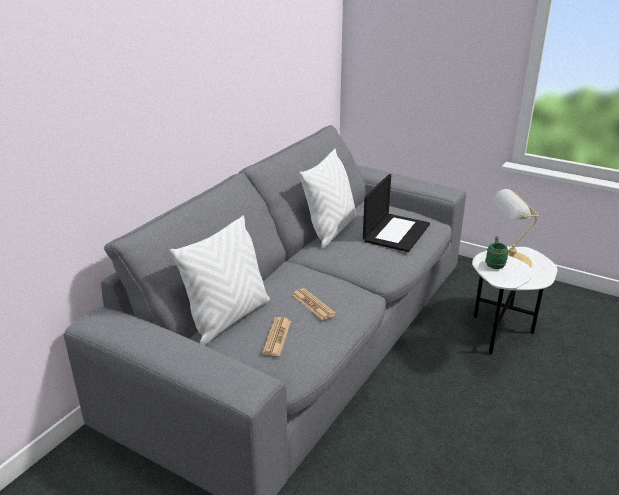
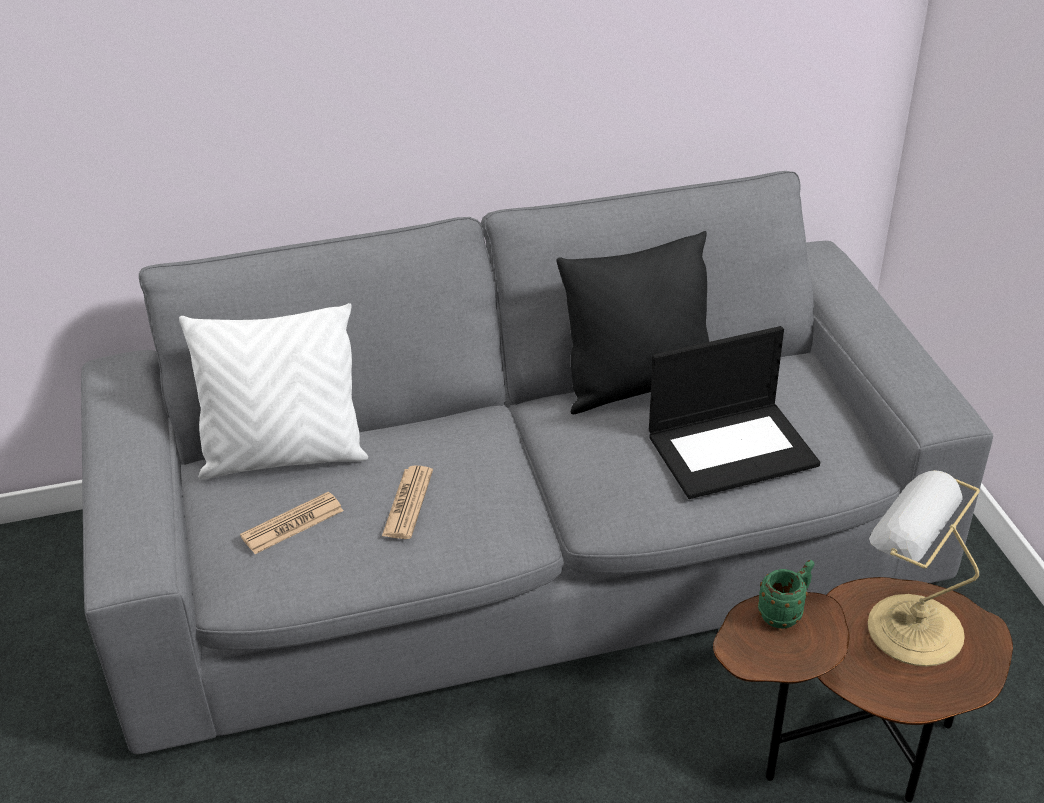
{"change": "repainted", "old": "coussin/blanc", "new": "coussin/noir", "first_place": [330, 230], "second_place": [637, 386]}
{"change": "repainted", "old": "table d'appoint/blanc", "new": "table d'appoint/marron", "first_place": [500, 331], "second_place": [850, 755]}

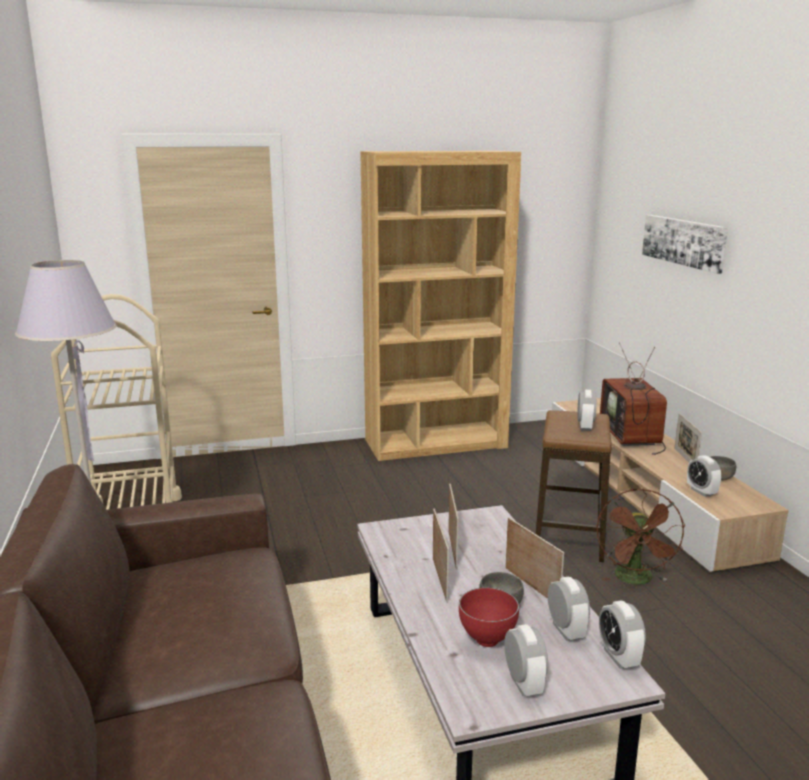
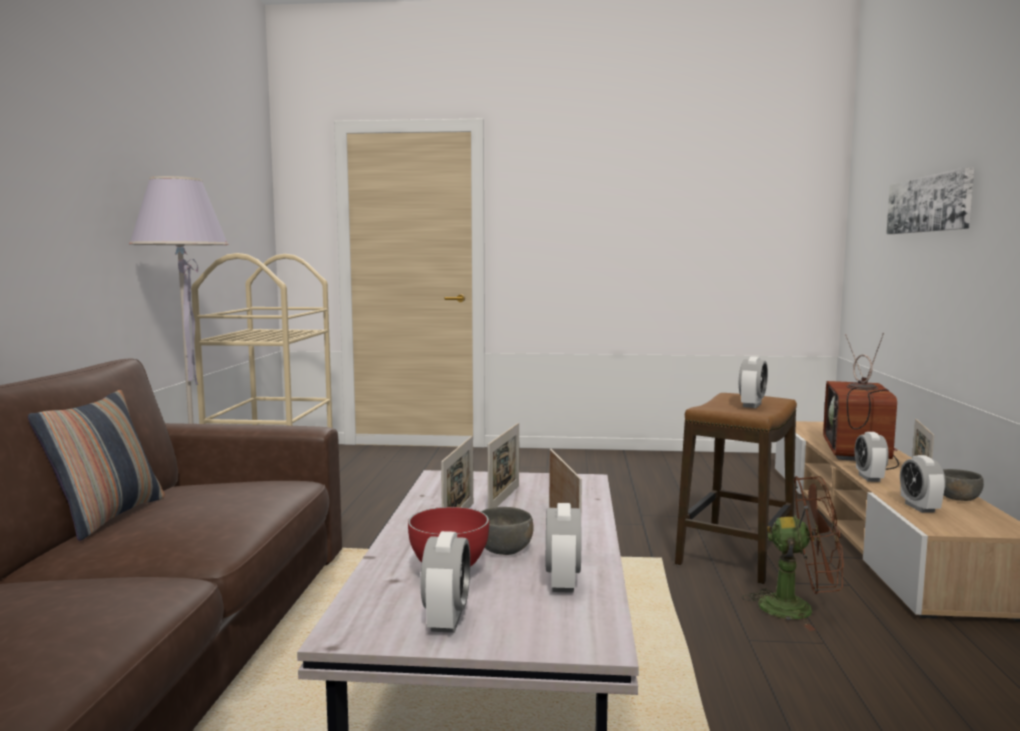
{"change": "gone", "old": "bibliothèque/marron", "first_place": [436, 443]}
{"change": "rotated", "old": "ventilateur/marron", "first_place": [636, 580], "second_place": [798, 608], "degrees": -105}
{"change": "shifted", "old": "réveil", "first_place": [618, 657], "second_place": [869, 478]}
{"change": "new", "new": "coussin", "second_place": [108, 517]}

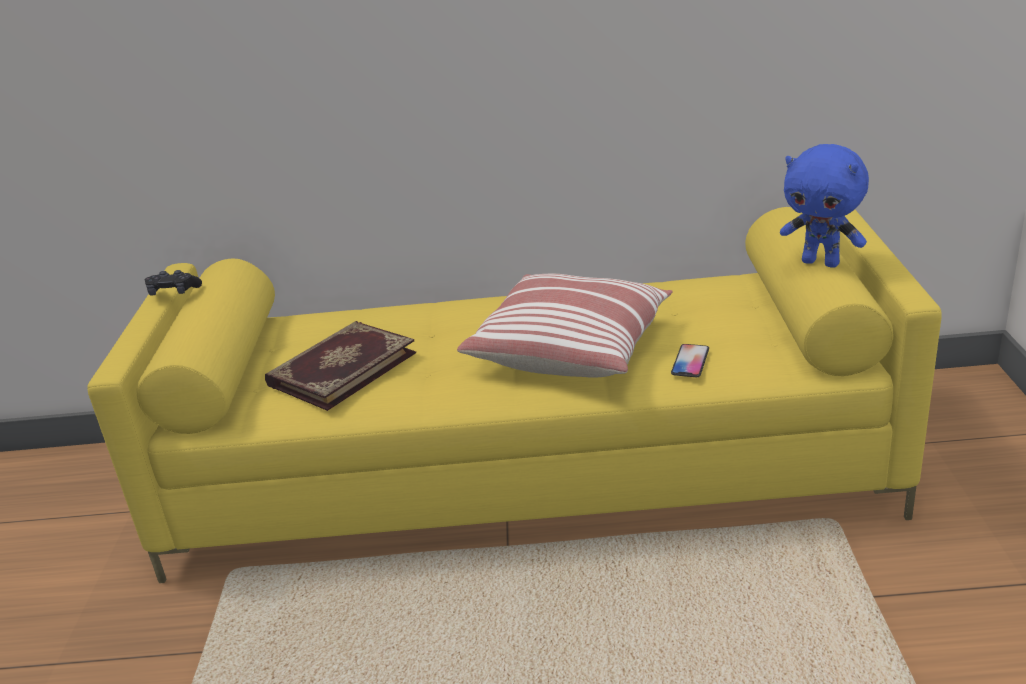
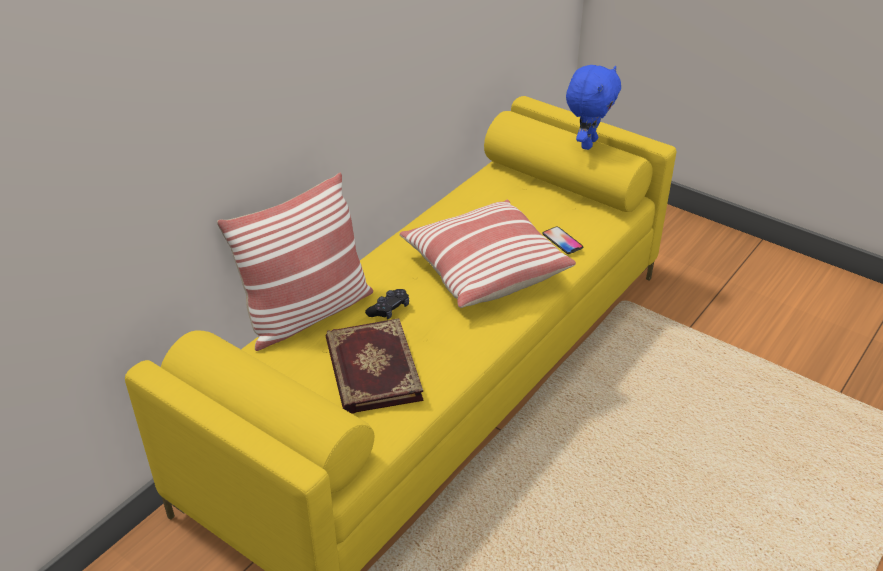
{"change": "shifted", "old": "manette/noir", "first_place": [173, 292], "second_place": [389, 309]}
{"change": "rotated", "old": "peluche/bleu", "first_place": [821, 262], "second_place": [587, 143], "degrees": -45}
{"change": "new", "new": "coussin", "second_place": [307, 313]}

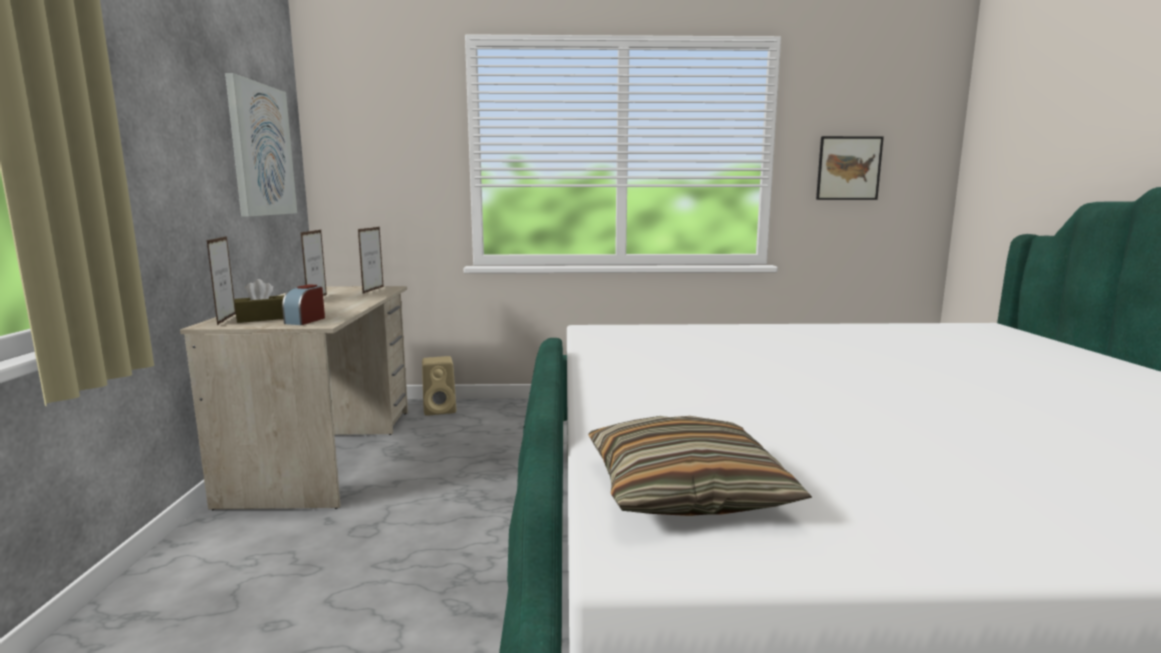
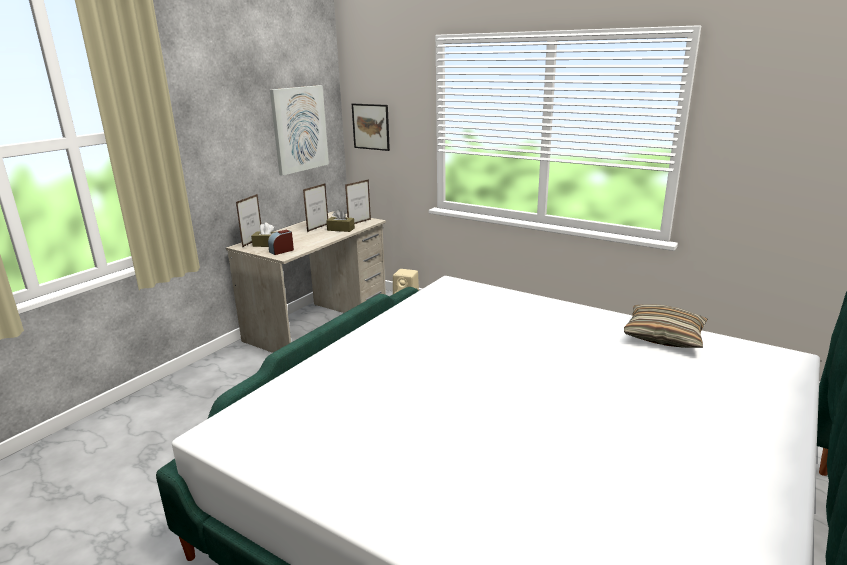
{"change": "shifted", "old": "coussin", "first_place": [685, 490], "second_place": [664, 336]}
{"change": "shifted", "old": "tableau", "first_place": [848, 168], "second_place": [371, 126]}
{"change": "new", "new": "boîte à mouchoirs/marron", "second_place": [341, 229]}

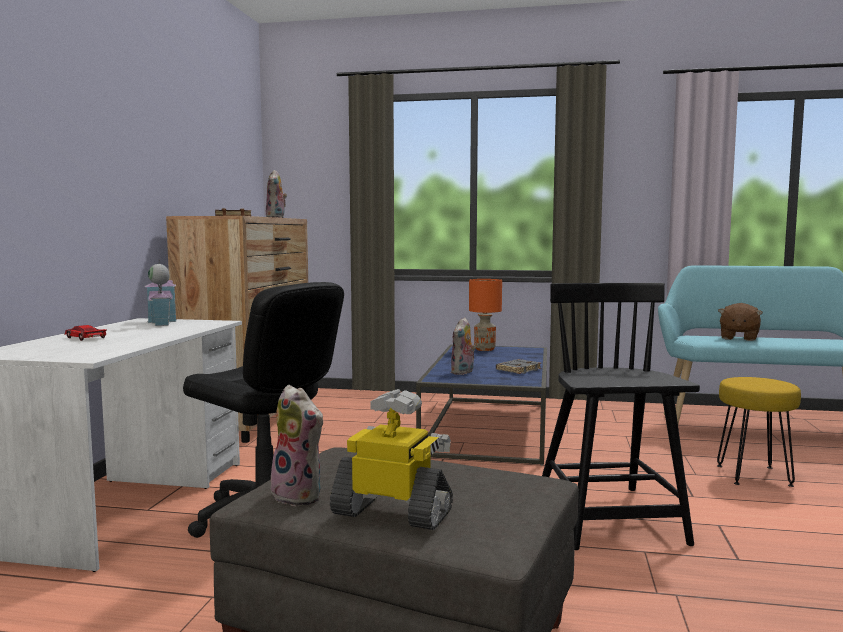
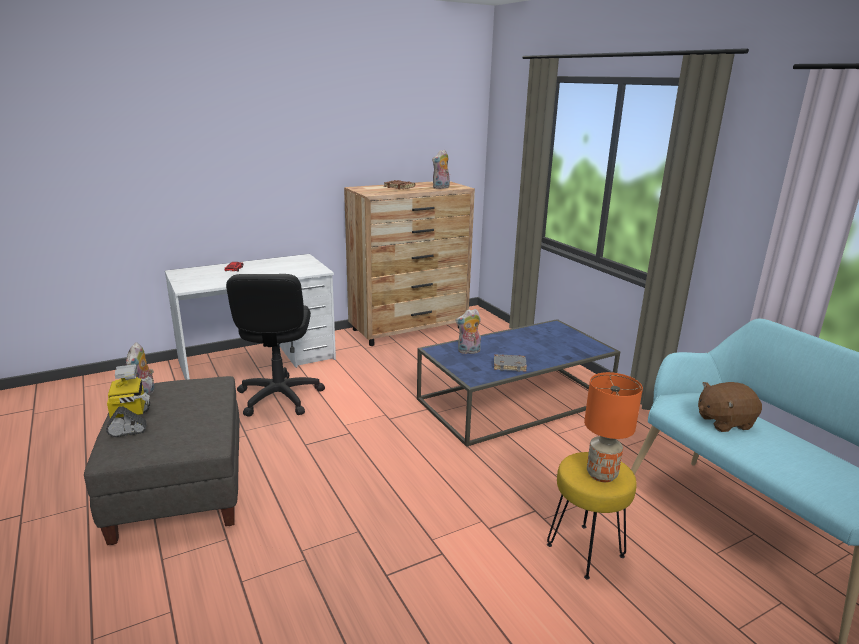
{"change": "gone", "old": "maison miniature", "first_place": [161, 322]}
{"change": "shifted", "old": "lampe de table/orange", "first_place": [484, 349], "second_place": [602, 474]}
{"change": "gone", "old": "chaise/noir", "first_place": [609, 518]}

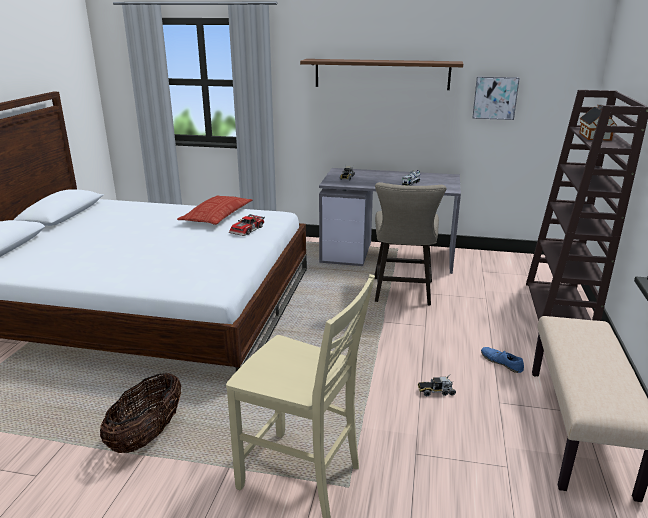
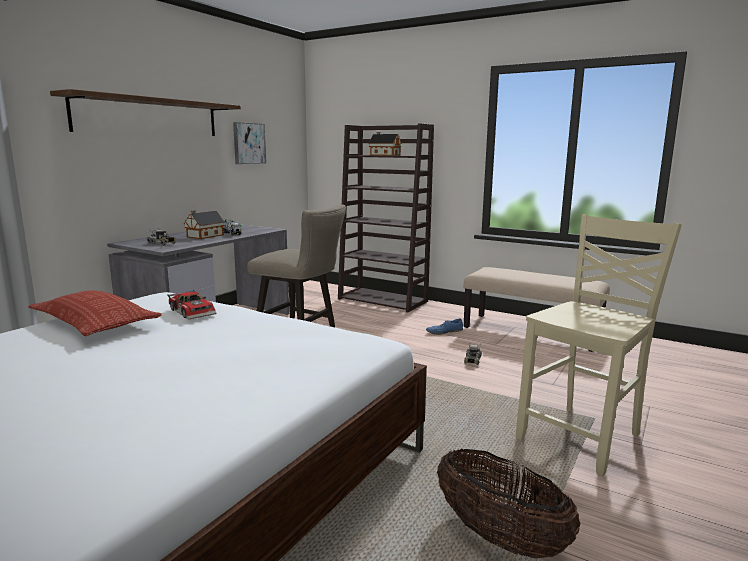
{"change": "new", "new": "maison miniature", "second_place": [204, 236]}

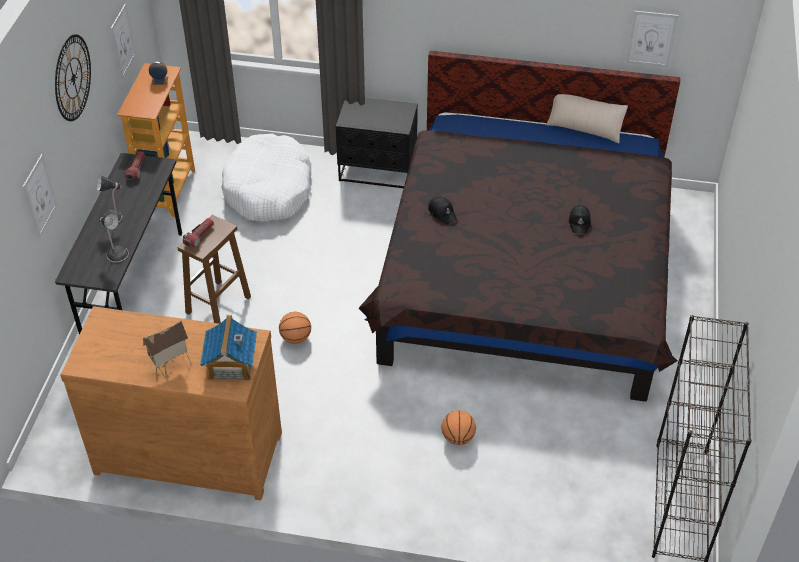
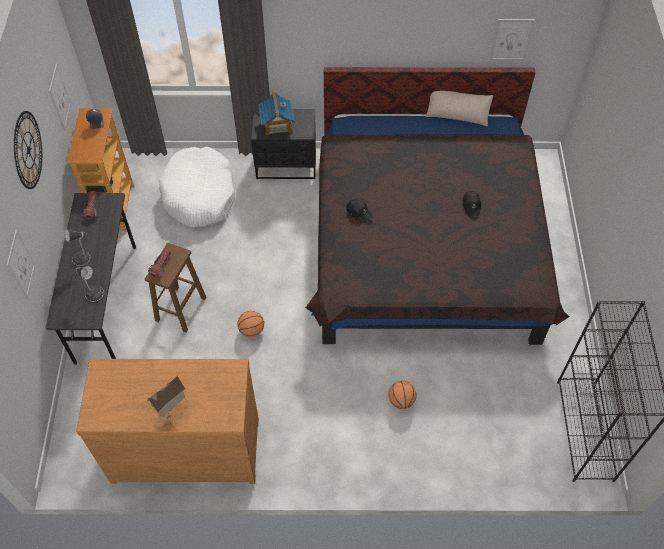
{"change": "shifted", "old": "maison miniature", "first_place": [231, 364], "second_place": [277, 124]}

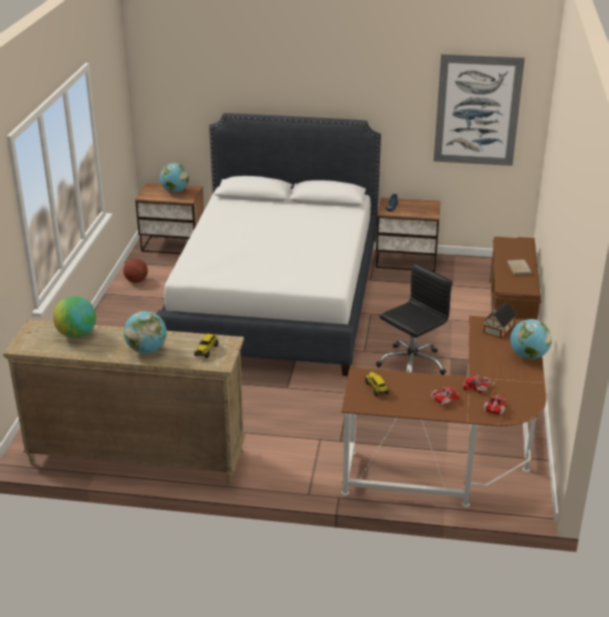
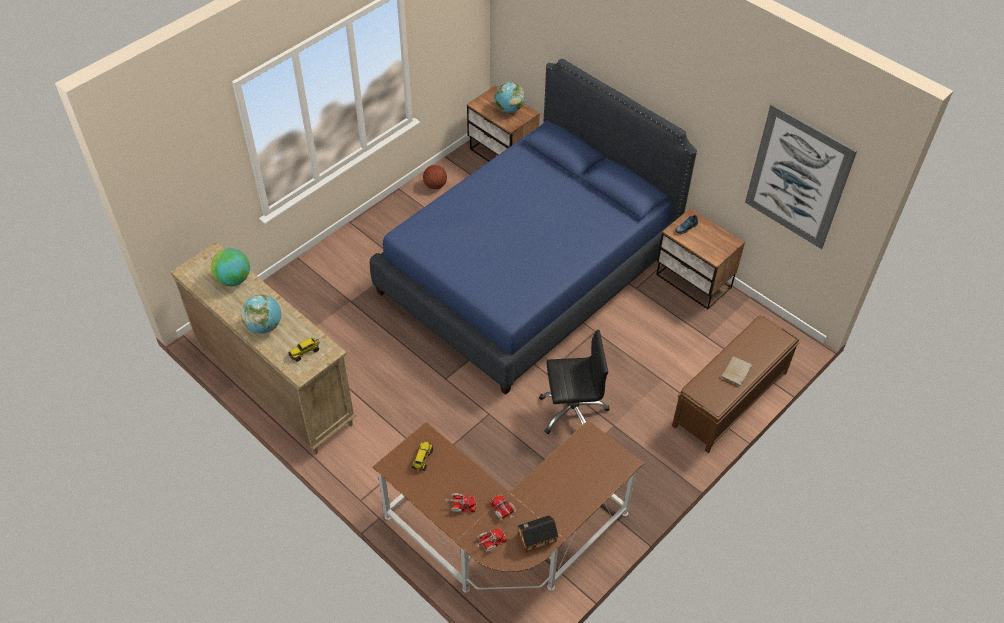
{"change": "repainted", "old": "lit/blanc", "new": "lit/bleu", "first_place": [277, 301], "second_place": [528, 272]}
{"change": "shifted", "old": "maison miniature", "first_place": [497, 329], "second_place": [535, 538]}
{"change": "gone", "old": "globe", "first_place": [528, 356]}

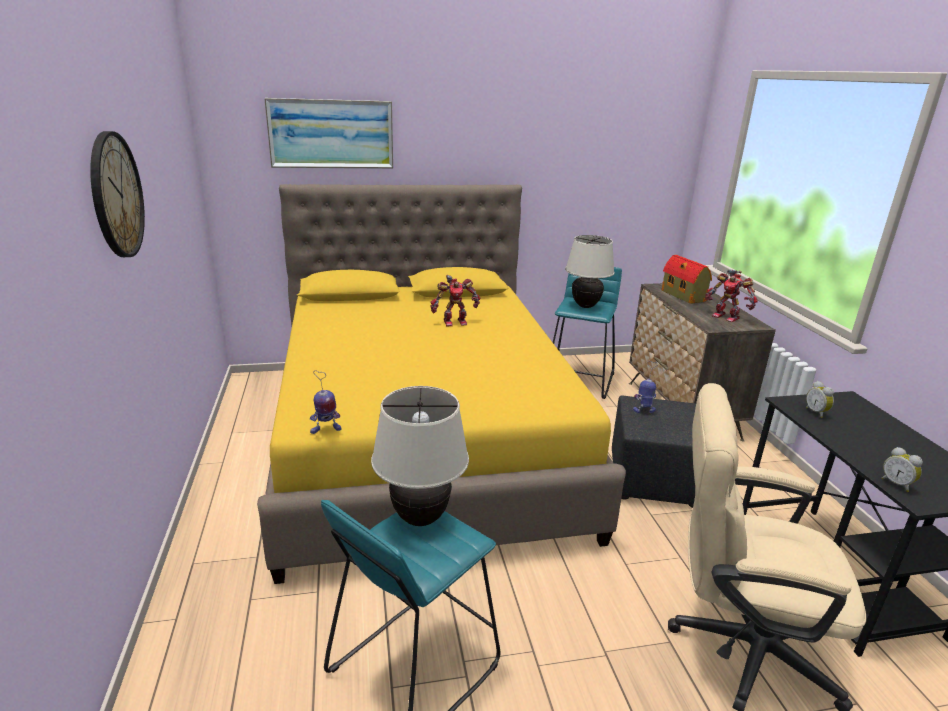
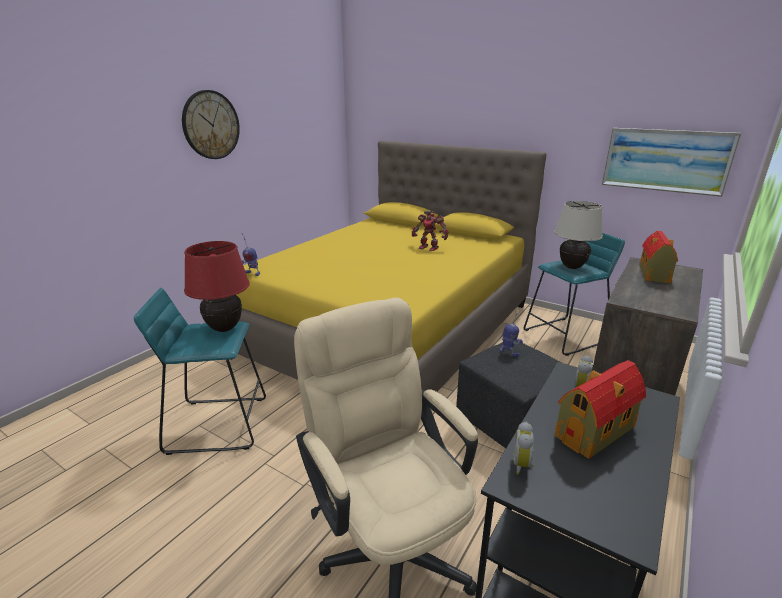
{"change": "shifted", "old": "tableau", "first_place": [331, 134], "second_place": [666, 160]}
{"change": "repainted", "old": "lampe de table/beige", "new": "lampe de table/rouge", "first_place": [420, 518], "second_place": [224, 328]}
{"change": "gone", "old": "robot jouet", "first_place": [726, 316]}
{"change": "new", "new": "maison miniature", "second_place": [596, 431]}

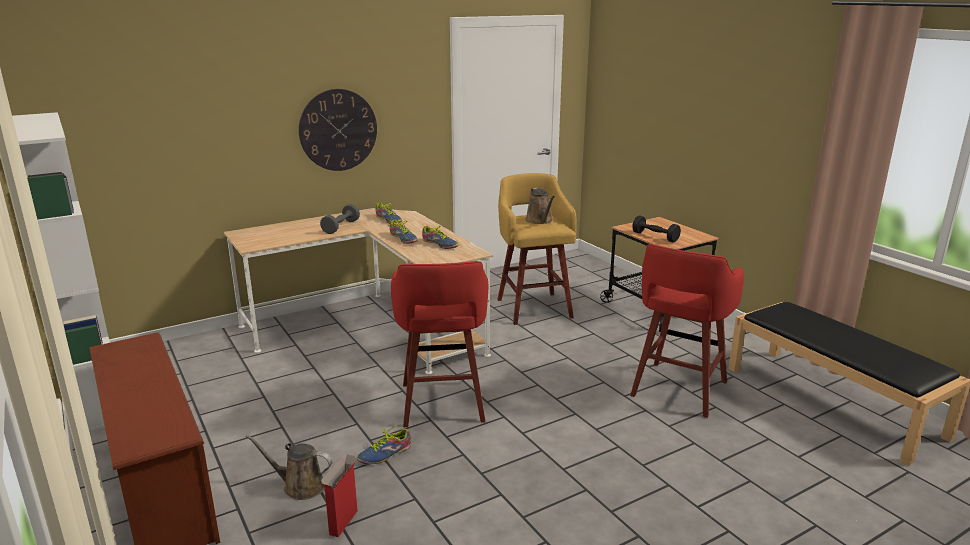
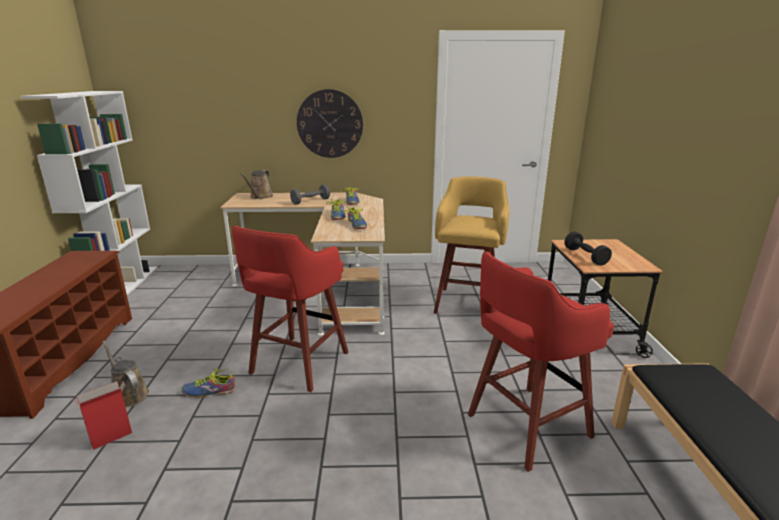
{"change": "shifted", "old": "arrosoir/marron", "first_place": [540, 220], "second_place": [260, 197]}

